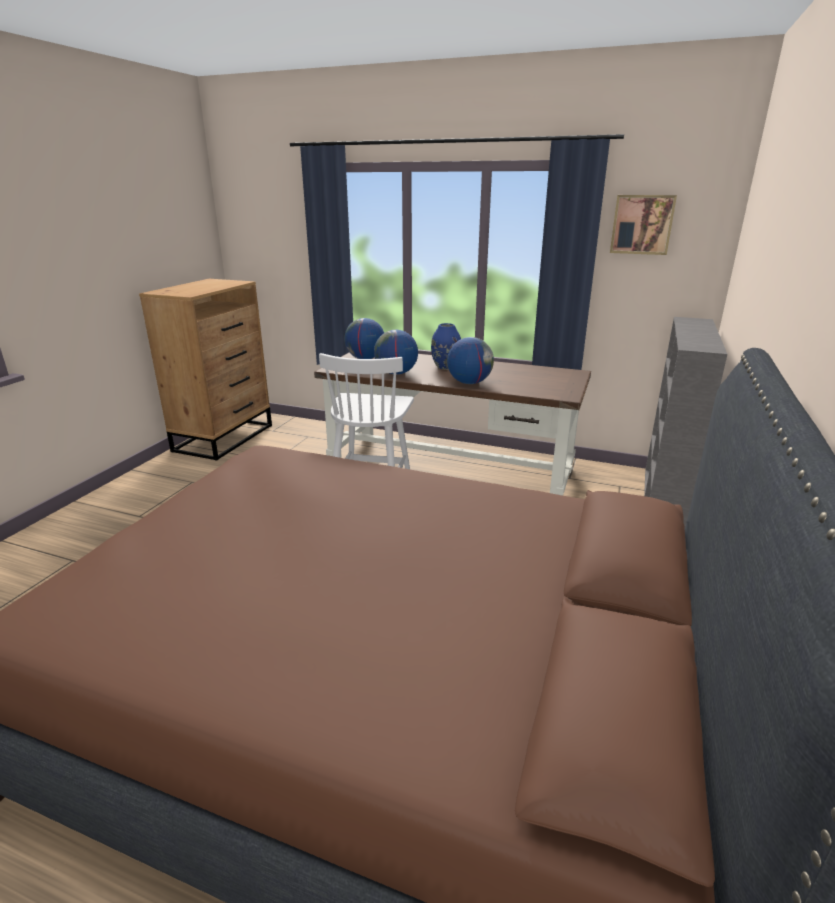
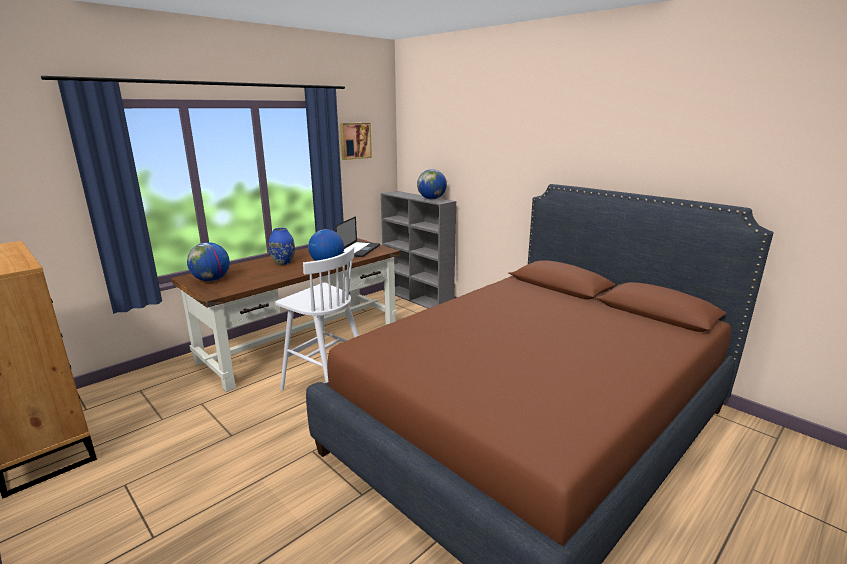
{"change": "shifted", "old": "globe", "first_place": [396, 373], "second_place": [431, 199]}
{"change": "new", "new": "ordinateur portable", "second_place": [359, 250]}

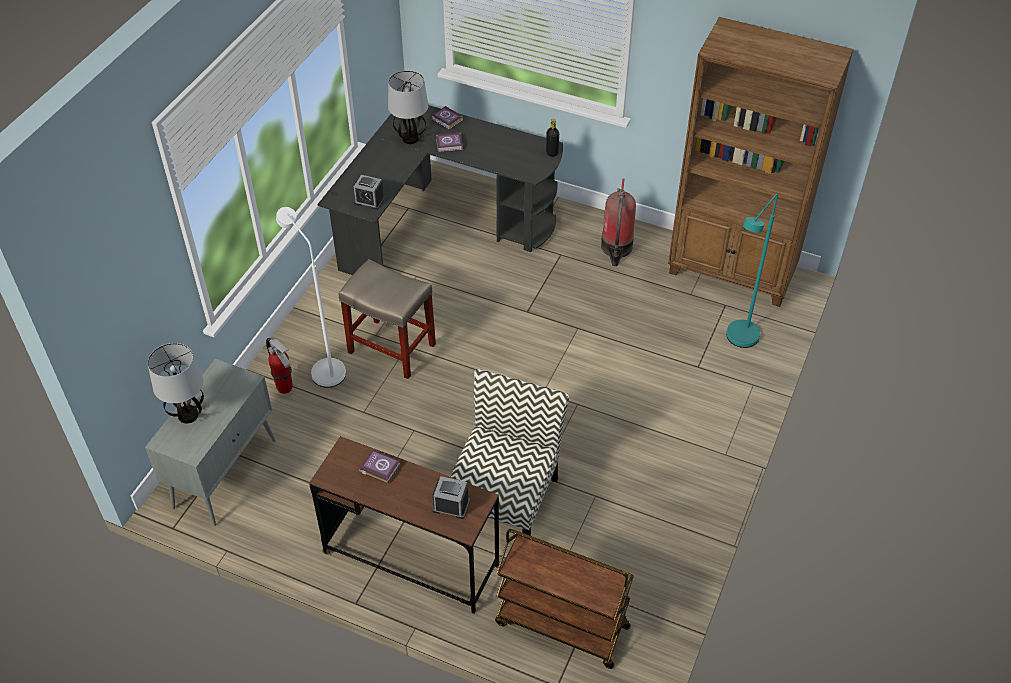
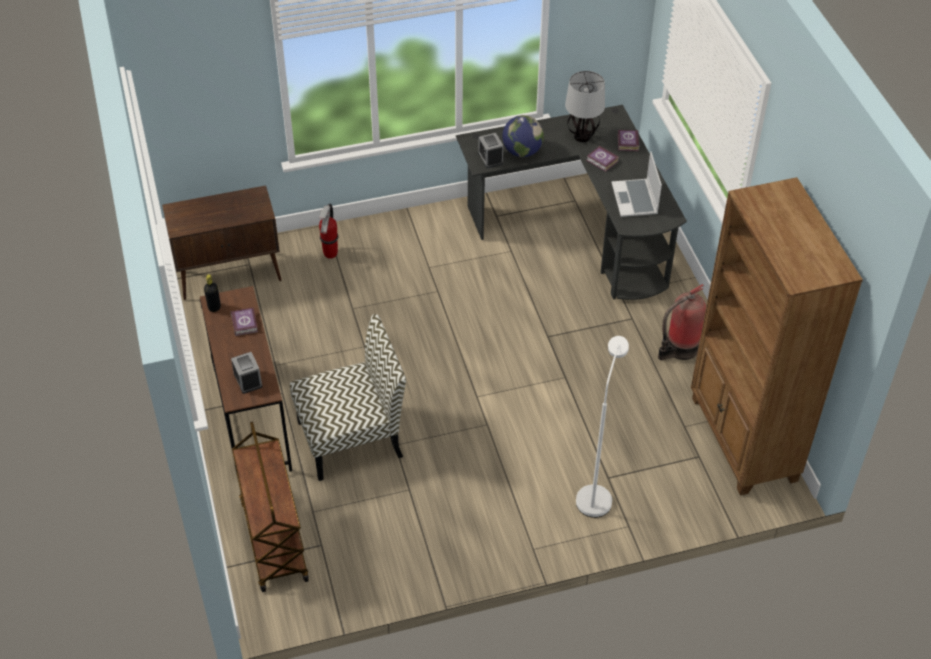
{"change": "repainted", "old": "meuble de rangement/gris", "new": "meuble de rangement/marron", "first_place": [225, 473], "second_place": [230, 275]}
{"change": "gone", "old": "lampe de table", "first_place": [188, 415]}
{"change": "shifted", "old": "lampadaire/blanc", "first_place": [324, 368], "second_place": [596, 494]}
{"change": "gone", "old": "tabouret/beige", "first_place": [390, 348]}
{"change": "shifted", "old": "bouteille/noir", "first_place": [552, 153], "second_place": [214, 307]}
{"change": "gone", "old": "lampadaire/turquoise", "first_place": [738, 341]}
{"change": "new", "new": "globe", "second_place": [522, 151]}
{"change": "new", "new": "ordinateur portable", "second_place": [635, 199]}

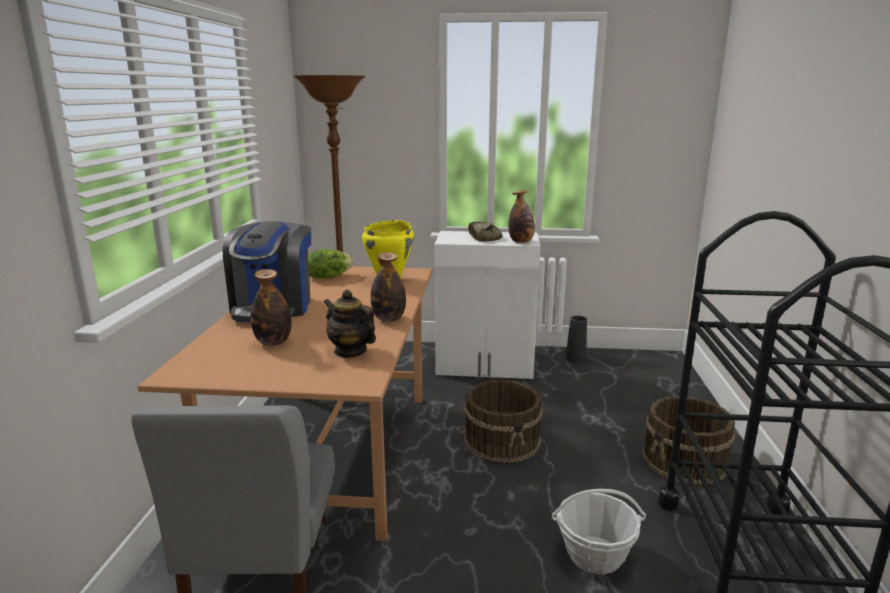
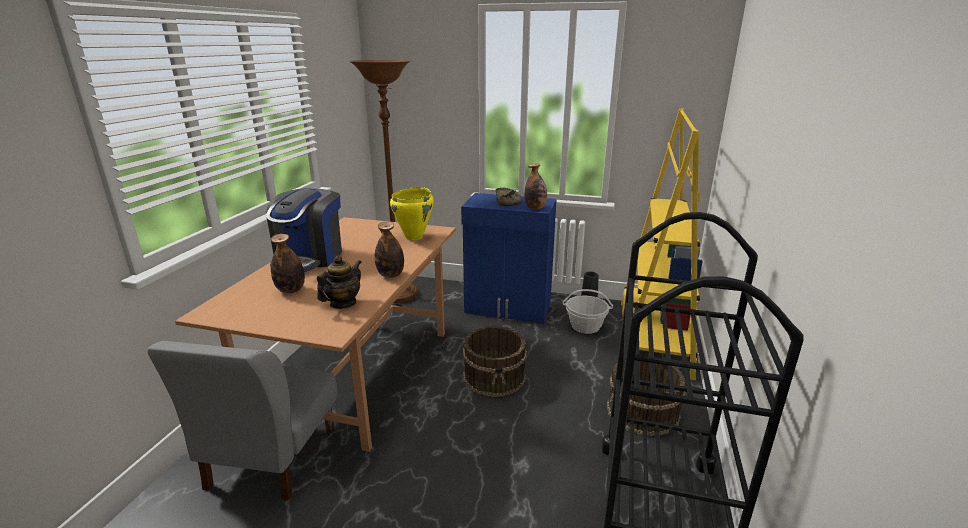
{"change": "gone", "old": "laitue", "first_place": [327, 277]}
{"change": "rotated", "old": "théière", "first_place": [350, 351], "second_place": [343, 303], "degrees": 75}
{"change": "repainted", "old": "meuble de rangement/blanc", "new": "meuble de rangement/bleu", "first_place": [485, 366], "second_place": [508, 308]}
{"change": "shifted", "old": "panier", "first_place": [594, 555], "second_place": [585, 326]}
{"change": "new", "new": "bibliothèque/jaune", "second_place": [653, 338]}

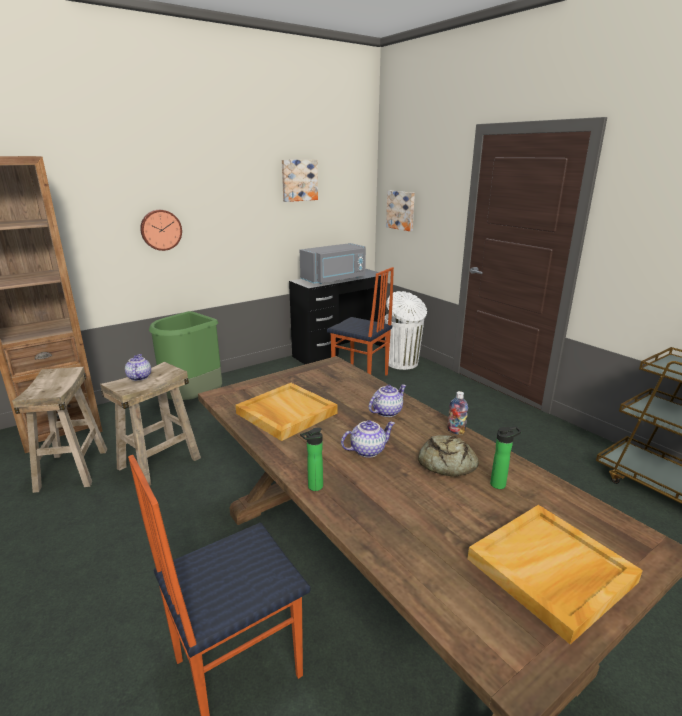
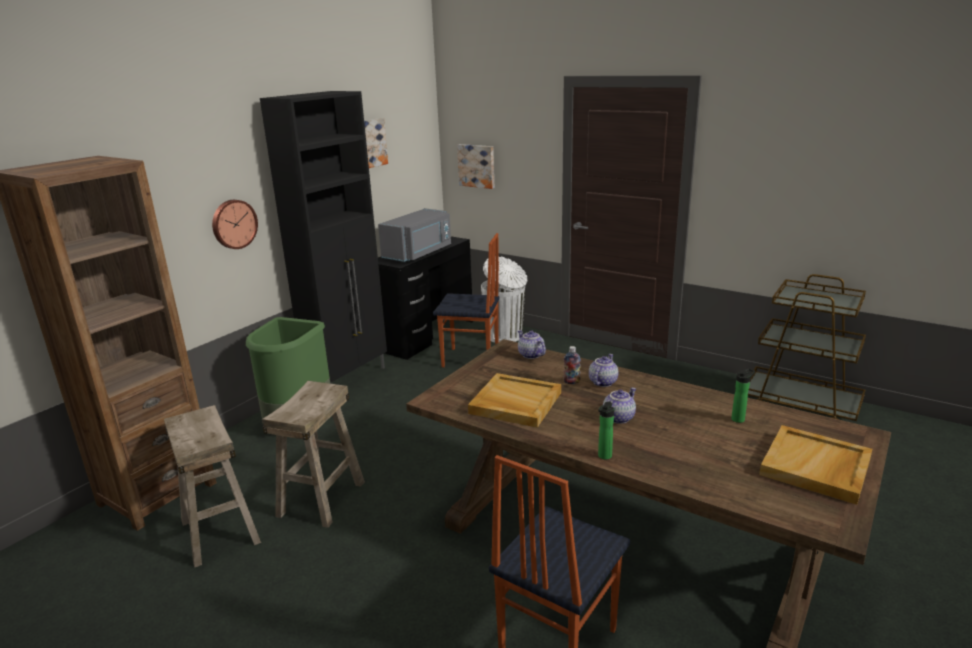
{"change": "shifted", "old": "théière", "first_place": [139, 377], "second_place": [530, 355]}
{"change": "gone", "old": "pain", "first_place": [445, 463]}
{"change": "shifted", "old": "bouteille", "first_place": [456, 431], "second_place": [571, 382]}
{"change": "new", "new": "meuble de rangement/noir", "second_place": [349, 378]}

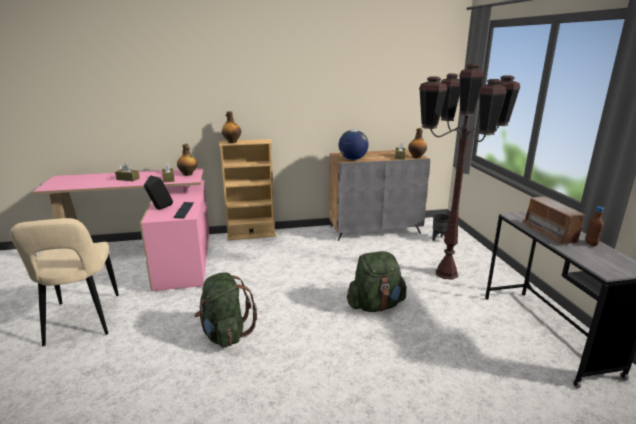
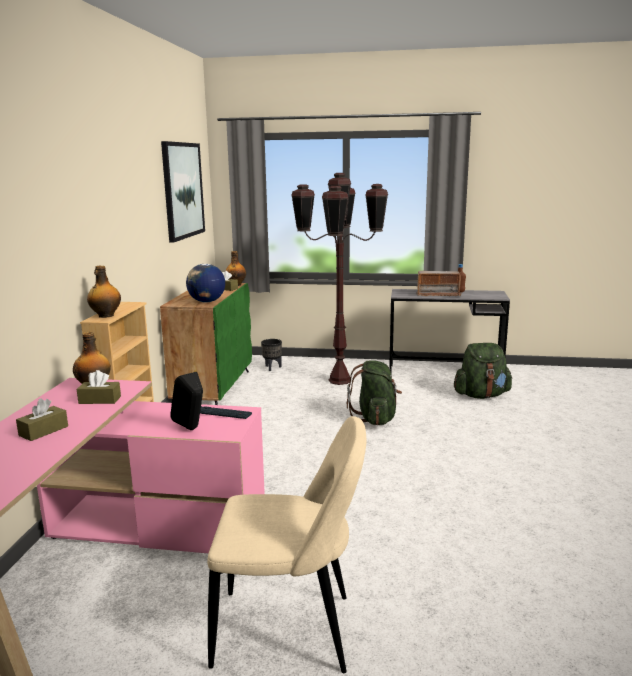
{"change": "shifted", "old": "sac à dos/vert", "first_place": [225, 334], "second_place": [481, 395]}
{"change": "repainted", "old": "meuble de rangement/gris", "new": "meuble de rangement/vert", "first_place": [375, 229], "second_place": [213, 388]}
{"change": "new", "new": "tableau", "second_place": [183, 190]}

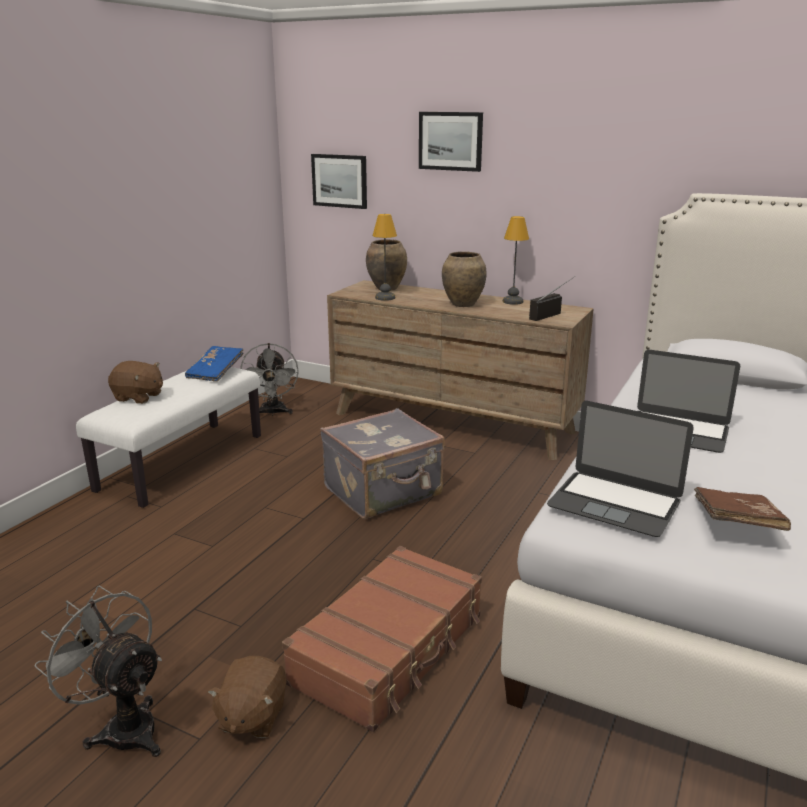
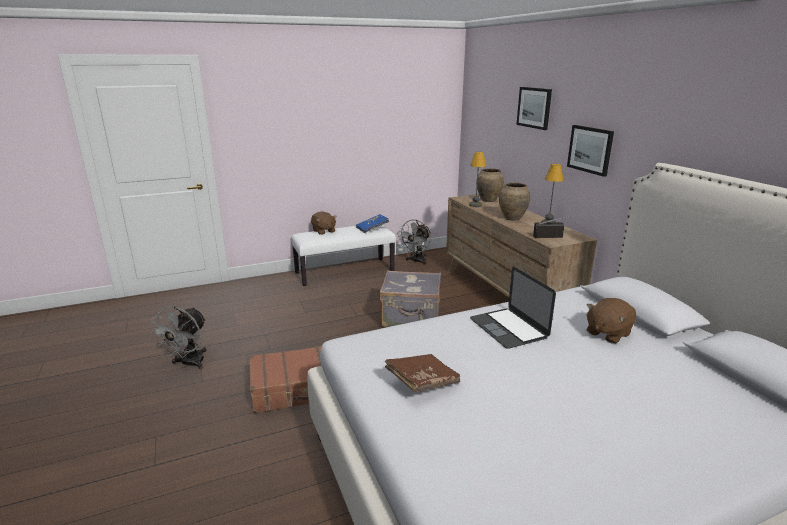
{"change": "rotated", "old": "ventilateur/gris", "first_place": [122, 727], "second_place": [188, 364], "degrees": -150}
{"change": "shifted", "old": "peluche/marron", "first_place": [251, 717], "second_place": [607, 333]}
{"change": "shifted", "old": "tableau", "first_place": [340, 181], "second_place": [590, 149]}
{"change": "gone", "old": "ordinateur portable", "first_place": [614, 503]}

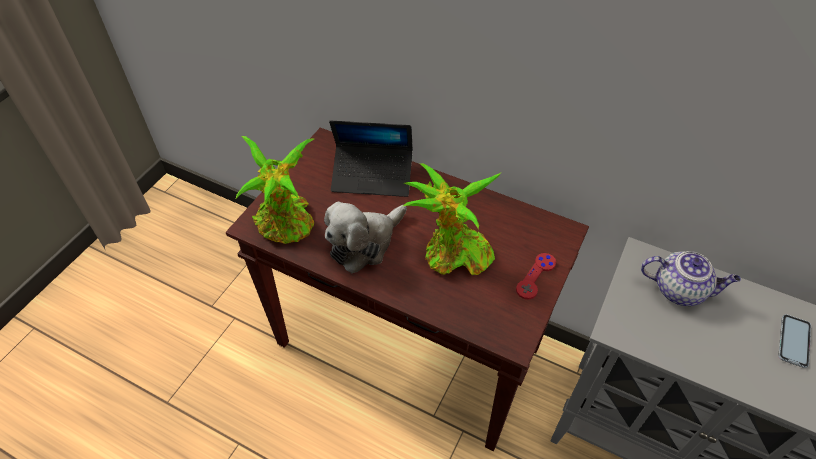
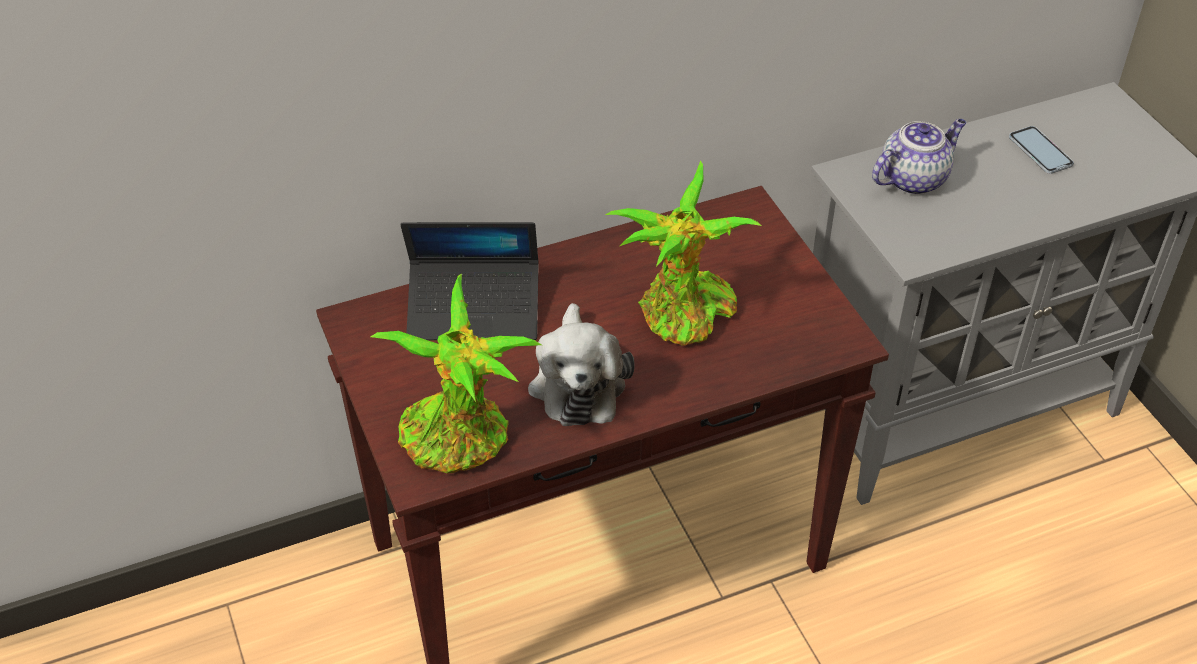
{"change": "rotated", "old": "ordinateur portable", "first_place": [372, 176], "second_place": [474, 311], "degrees": 45}
{"change": "gone", "old": "manette/rouge", "first_place": [536, 276]}

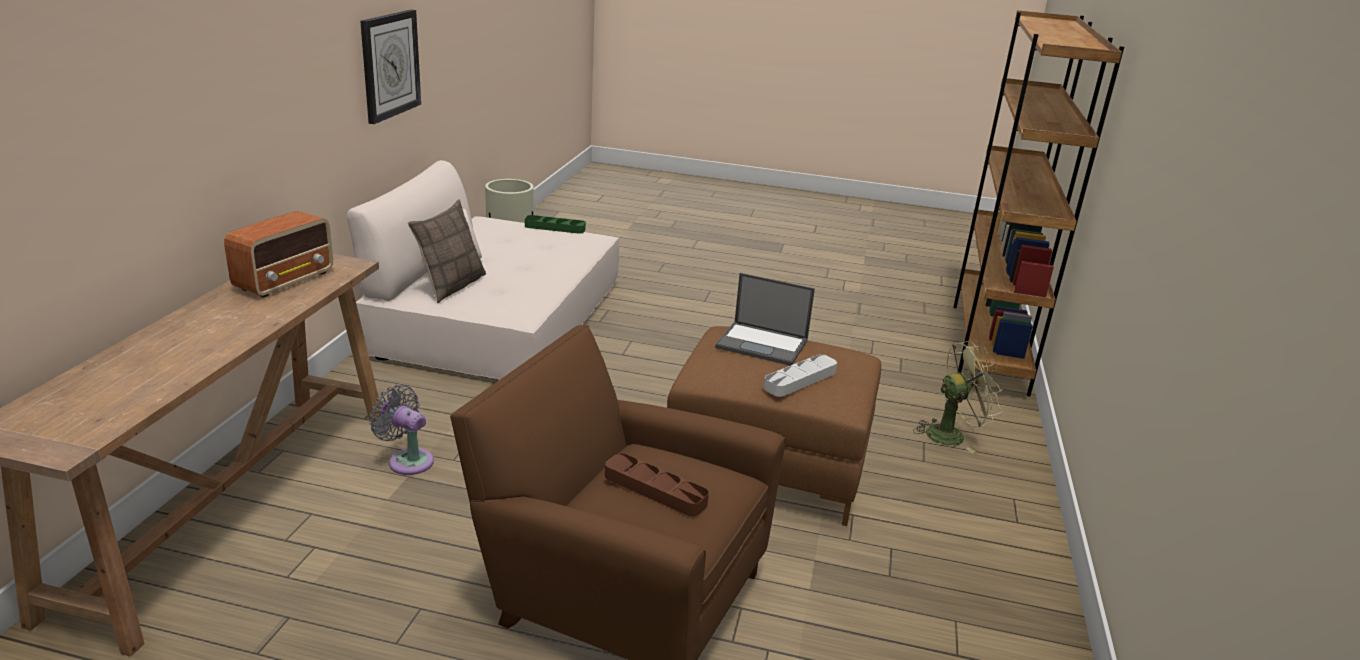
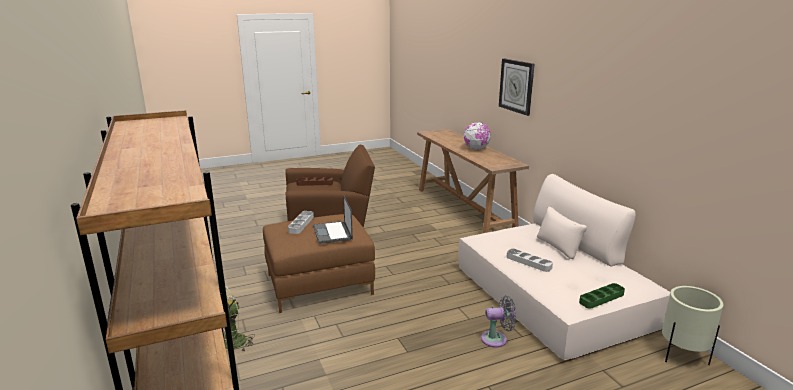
{"change": "gone", "old": "radio", "first_place": [285, 281]}
{"change": "shifted", "old": "horloge murale", "first_place": [390, 65], "second_place": [516, 86]}
{"change": "shifted", "old": "ventilateur/gris", "first_place": [407, 460], "second_place": [497, 339]}
{"change": "gone", "old": "coussin", "first_place": [451, 286]}
{"change": "rotated", "old": "ordinateur portable", "first_place": [763, 344], "second_place": [332, 233], "degrees": -90}
{"change": "new", "new": "globe", "second_place": [476, 149]}
{"change": "new", "new": "plateau/gris", "second_place": [528, 262]}

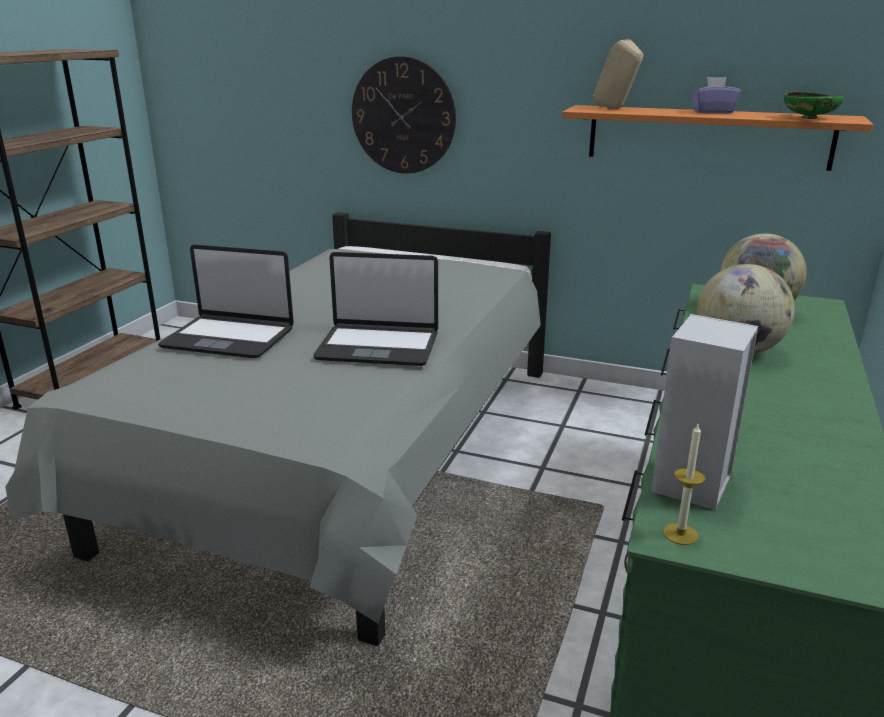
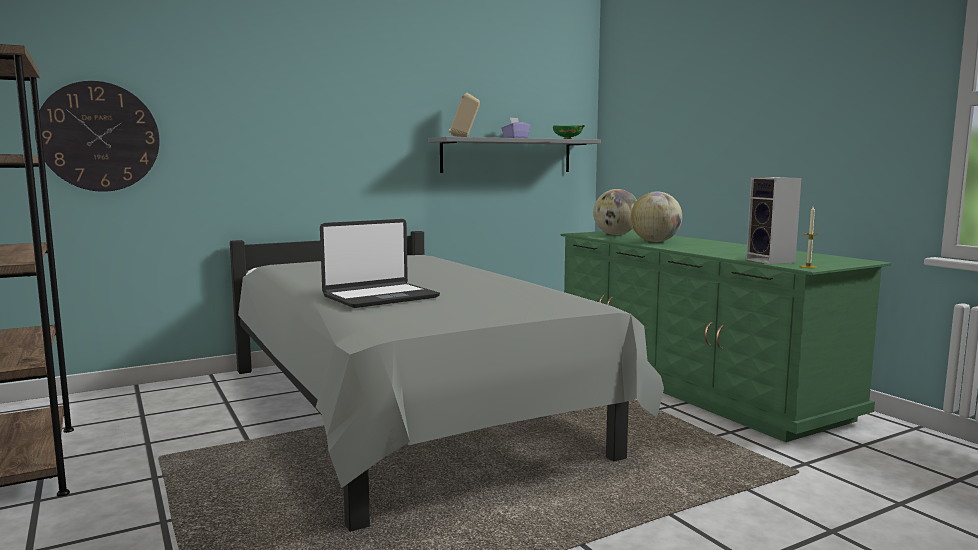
{"change": "gone", "old": "ordinateur portable", "first_place": [378, 346]}
{"change": "shifted", "old": "horloge murale", "first_place": [403, 116], "second_place": [99, 136]}
{"change": "repainted", "old": "étagère/orange", "new": "étagère/gris", "first_place": [707, 137], "second_place": [507, 156]}

